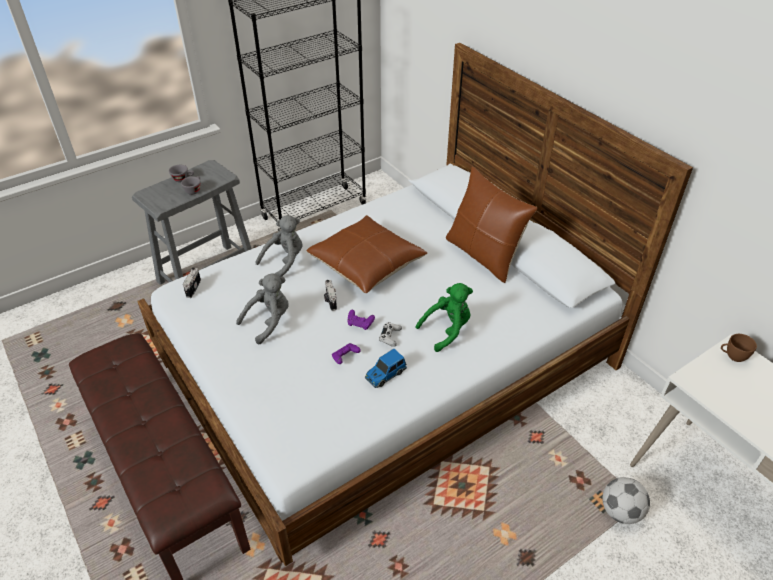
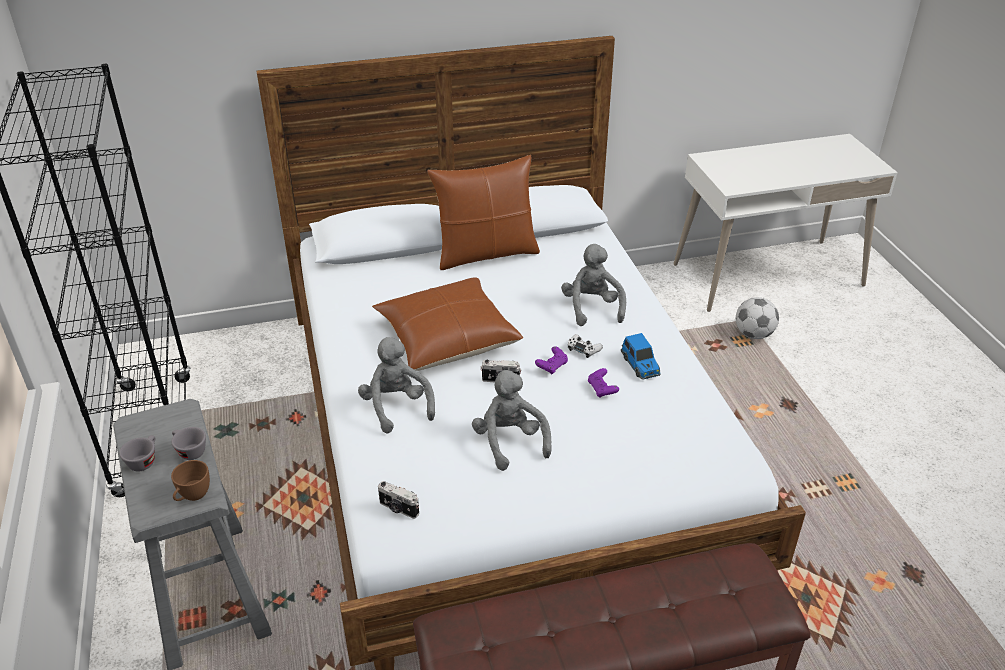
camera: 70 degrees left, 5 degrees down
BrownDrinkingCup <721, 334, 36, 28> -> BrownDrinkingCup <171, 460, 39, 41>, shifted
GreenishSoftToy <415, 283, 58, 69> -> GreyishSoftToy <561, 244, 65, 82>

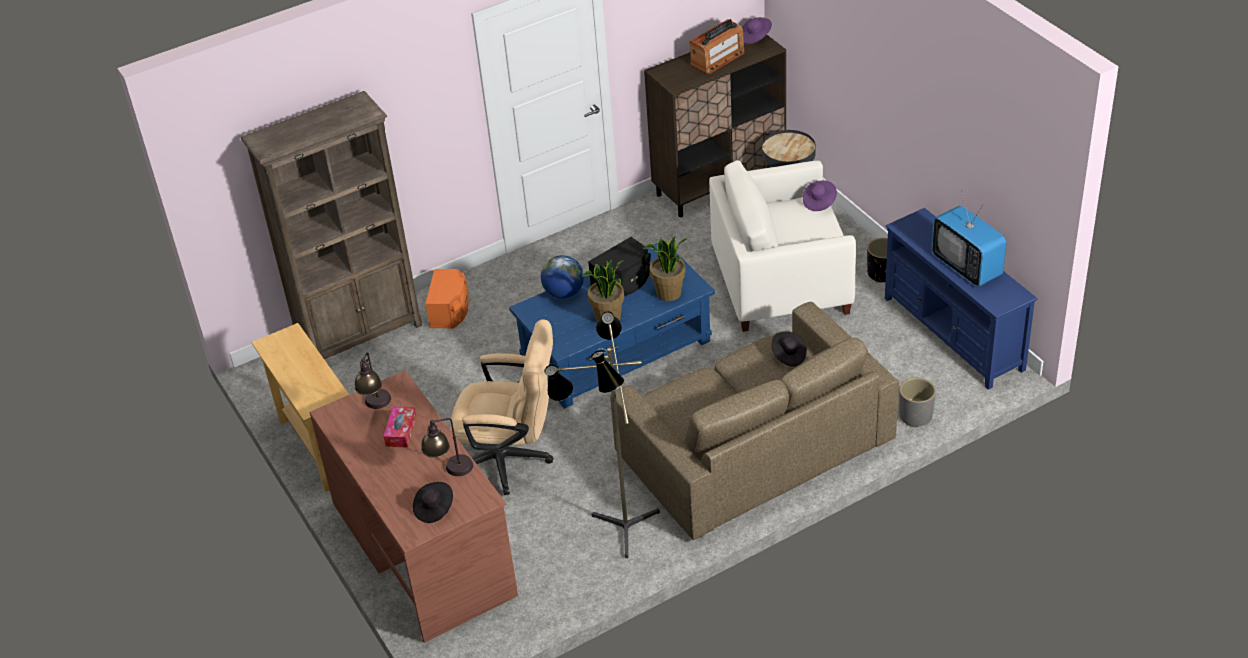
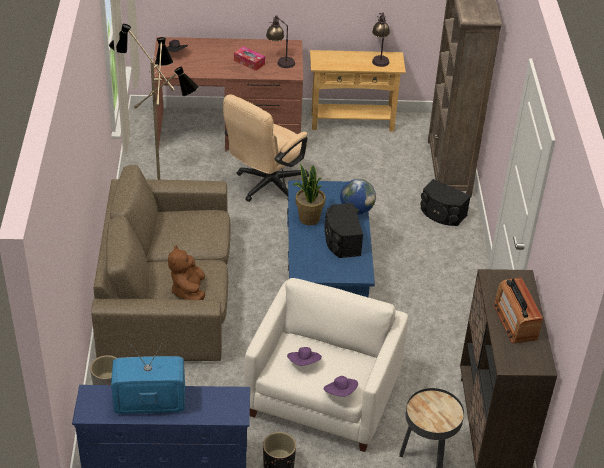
camera: 115 degrees right, 0 degrees up
PottedPlant <643, 236, 45, 65> -> none
TableLamp <421, 418, 52, 58> -> TableLamp <372, 12, 18, 55>, shifted
PurpleColouredClothingHat <742, 17, 30, 27> -> PurpleColouredClothingHat <287, 347, 35, 19>, shifted
BlackClothingHat <772, 332, 35, 35> -> BrownSoftToy <168, 245, 37, 55>
OrangeSpeaker <425, 269, 44, 60> -> BlackSpeaker <420, 179, 51, 47>

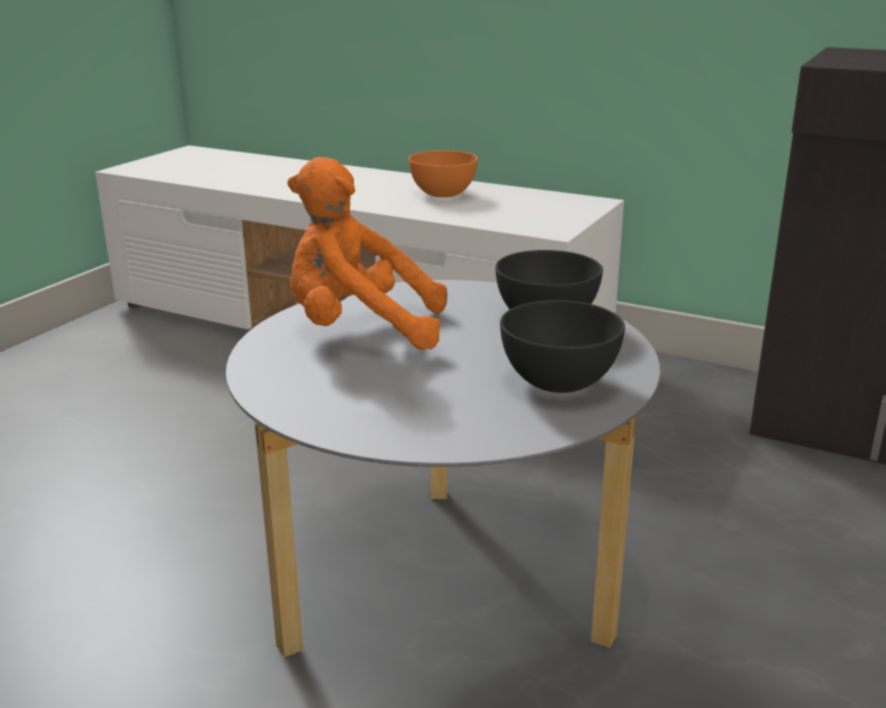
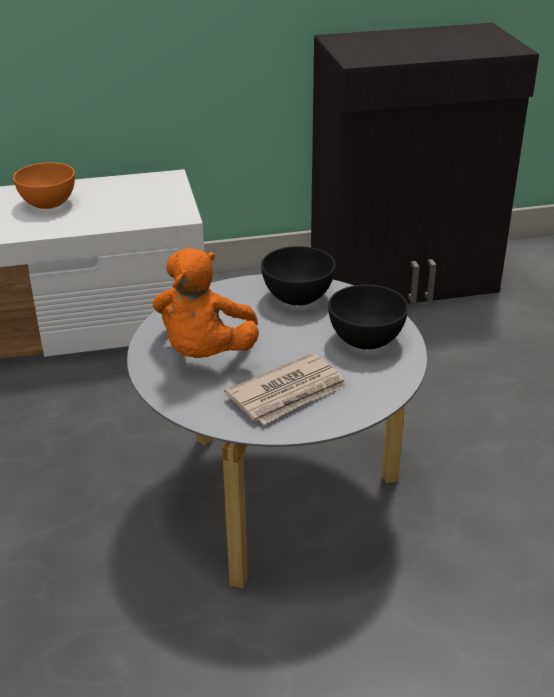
camera: 40 degrees left, 10 degrees up
none -> PrintedPaper <224, 353, 125, 71>
OrangeSoftToy <287, 157, 160, 193> -> OrangeSoftToy <153, 248, 106, 110>, 45 degrees counterclockwise

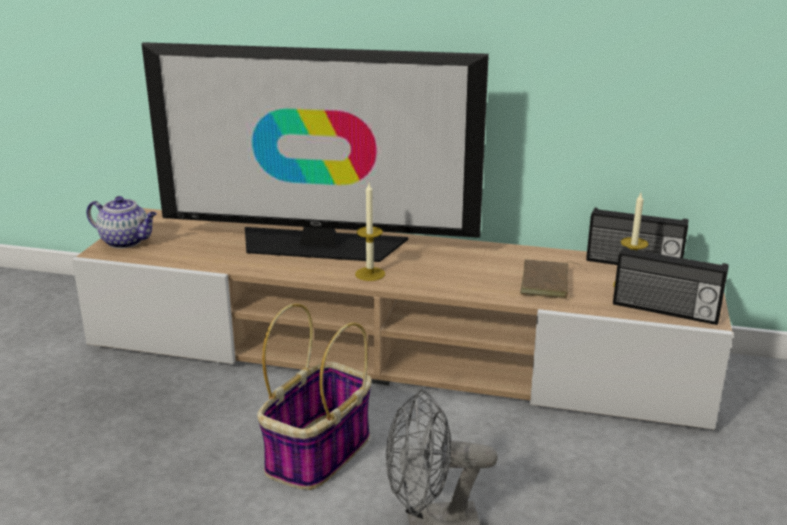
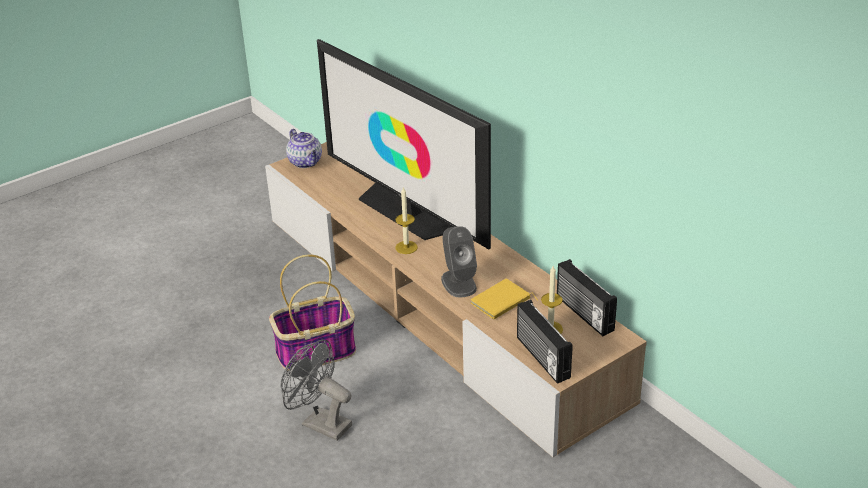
camera: 40 degrees right, 10 degrees up
none -> GreyishSpeaker <441, 226, 36, 72>
BrownBoundBook <520, 259, 62, 40> -> YellowishBoundBook <471, 279, 67, 41>

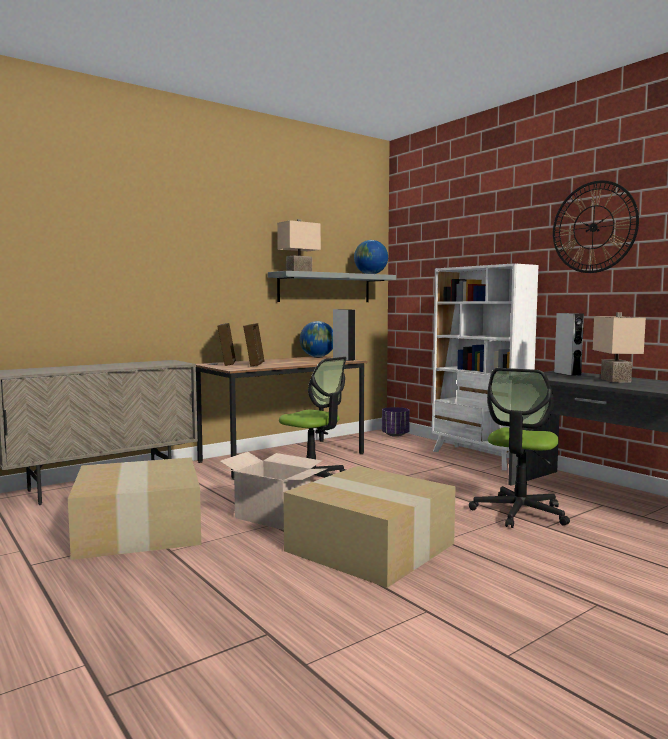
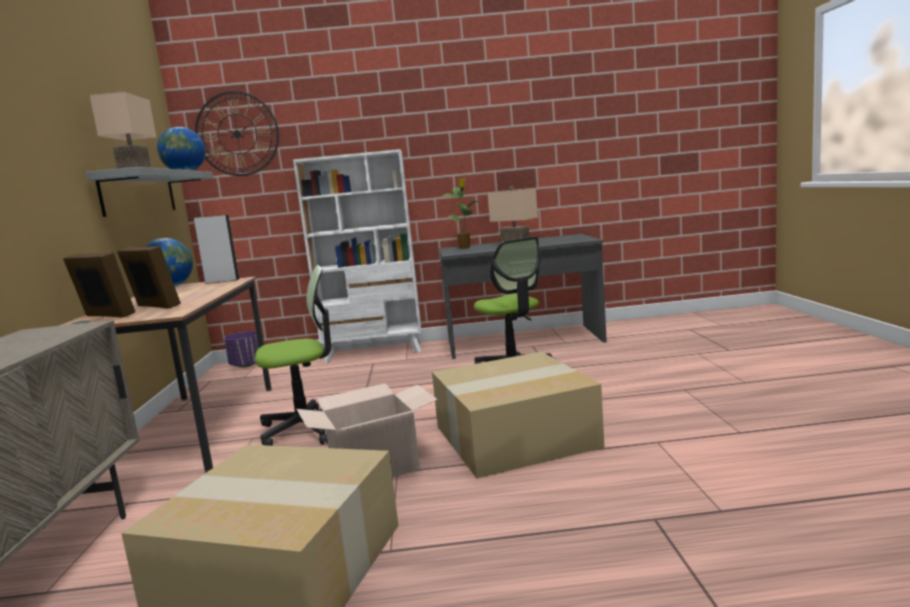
camera: 55 degrees left, 5 degrees up
HangingClock <553, 181, 86, 92> -> HangingClock <195, 91, 84, 85>, shifted
GreyishSpeaker <554, 313, 30, 63> -> PottedPlant <441, 179, 38, 70>

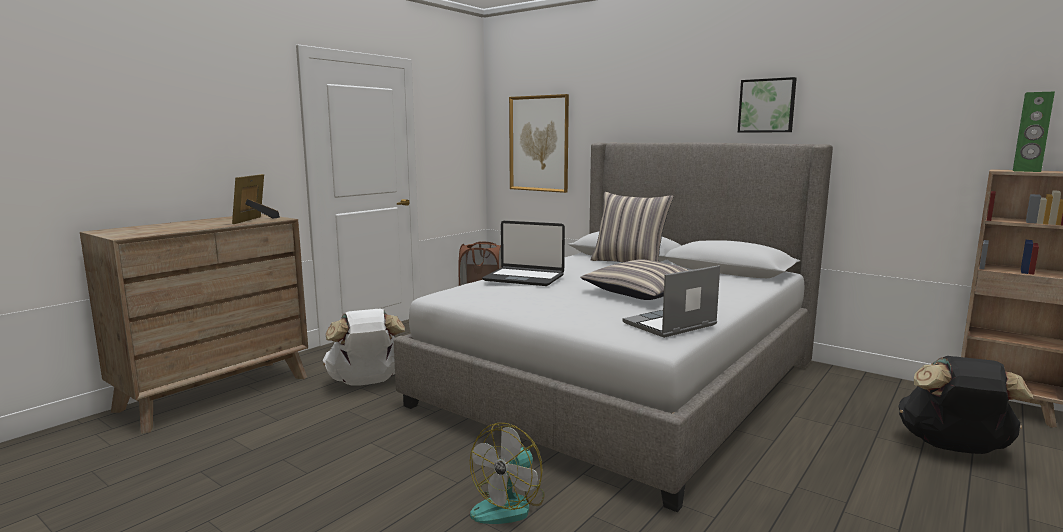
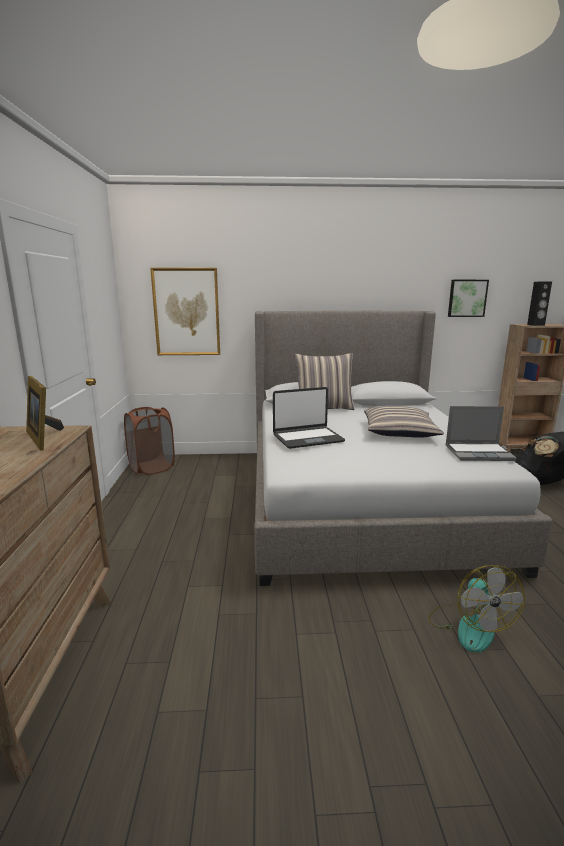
camera: 40 degrees left, 5 degrees up
WhiteColouredKnapsack <323, 309, 82, 77> -> none
WallArt <738, 77, 59, 56> -> WallArt <448, 280, 41, 37>, shifted
GreenishSpeaker <1013, 91, 42, 81> -> BlackSpeaker <527, 282, 25, 44>
Laptop <622, 265, 98, 73> -> Laptop <445, 406, 72, 55>, 105 degrees counterclockwise

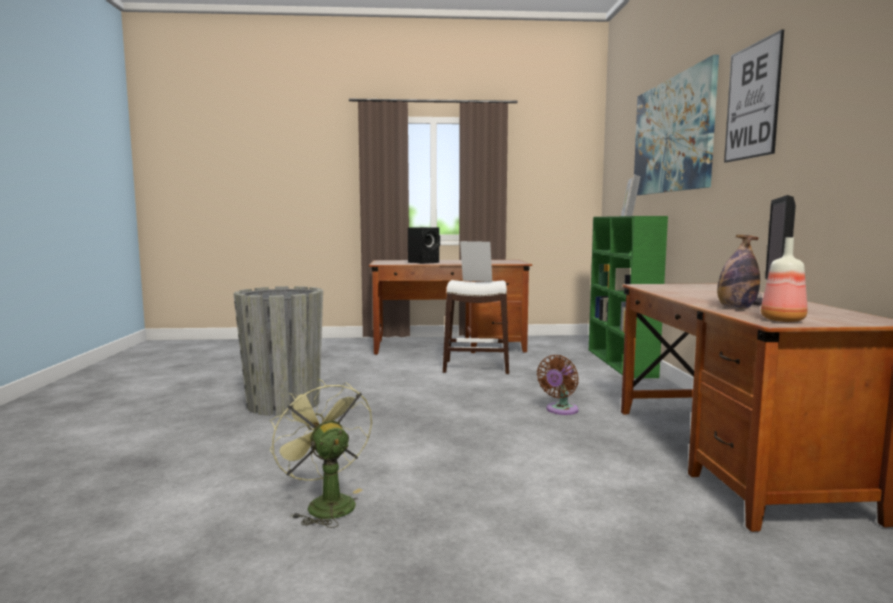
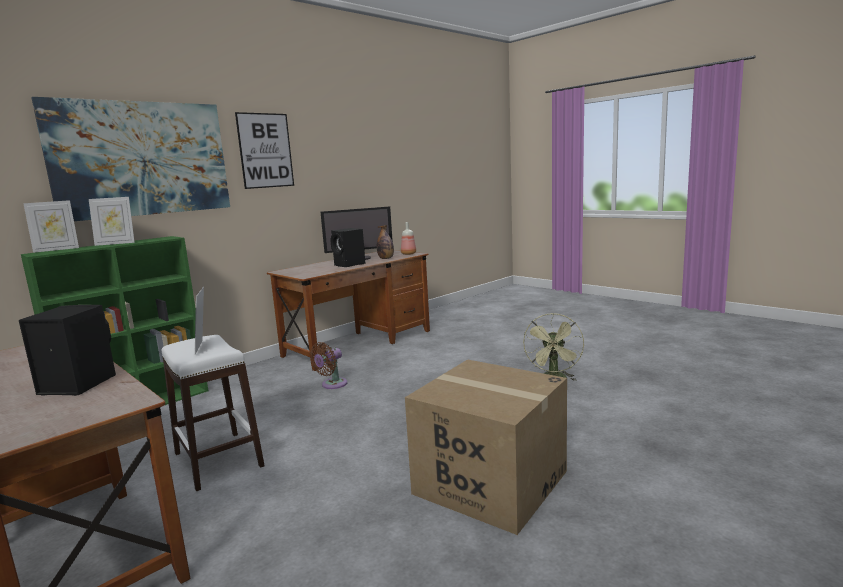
camera: 130 degrees left, 5 degrees up
none -> BlackSpeaker <330, 228, 36, 39>
GreyishPlantPot <233, 286, 90, 130> -> Carton <405, 359, 162, 176>
BrownElectricFan <537, 355, 42, 60> -> BrownElectricFan <310, 342, 37, 47>, 135 degrees clockwise

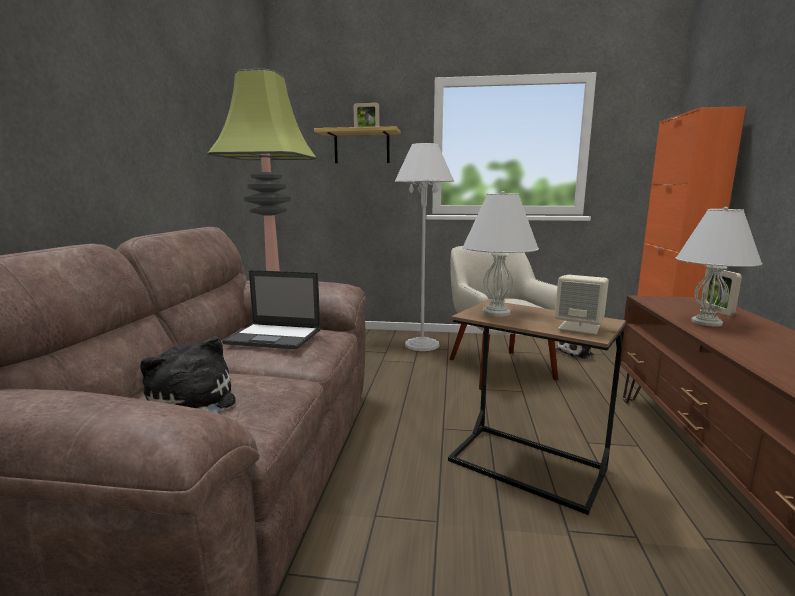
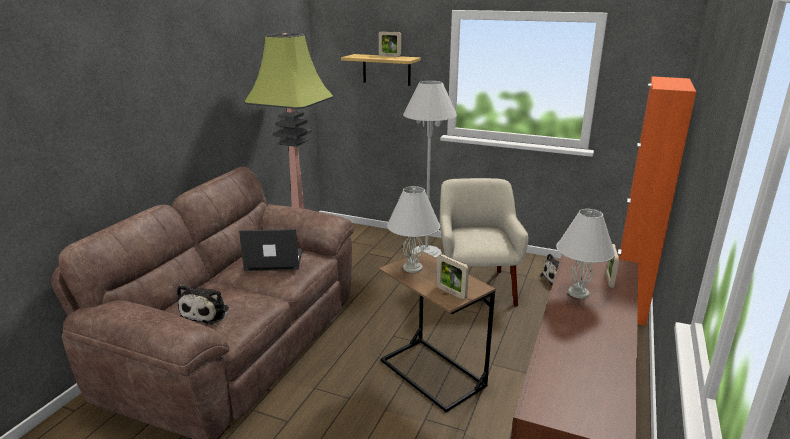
camera: 15 degrees right, 10 degrees up
BeigeColouredSpeaker <554, 275, 55, 60> -> PhotoFrame <436, 254, 33, 45>
SoftToy <140, 337, 96, 76> -> SoftToy <177, 285, 52, 40>, 150 degrees counterclockwise
Laptop <222, 270, 99, 80> -> Laptop <239, 229, 64, 42>, 150 degrees clockwise

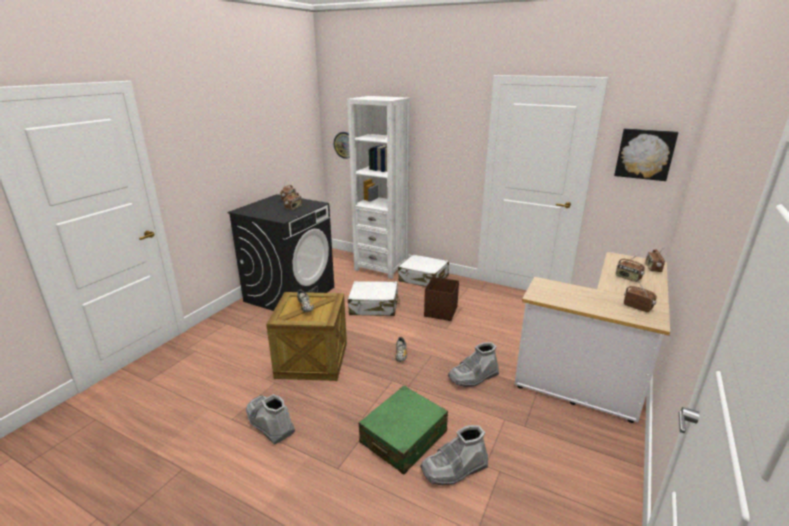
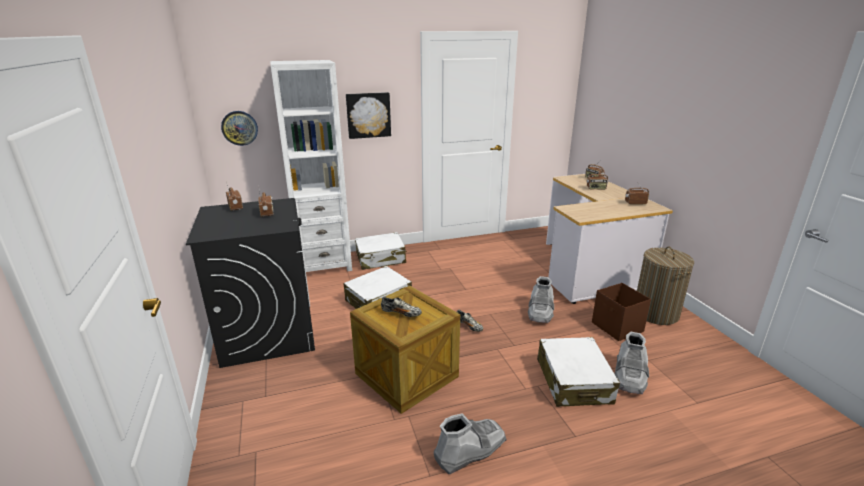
camera: 45 degrees left, 0 degrees up
none -> WashingBasket <637, 247, 57, 78>
BrownStorageContainer <424, 277, 35, 44> -> BrownStorageContainer <592, 283, 59, 58>, shifted
WallArt <614, 128, 64, 53> -> WallArt <346, 92, 45, 47>, shifted
GreenishPieceOfLuggage <359, 386, 89, 88> -> WhiteColouredPieceOfLuggage <537, 337, 83, 70>
GreyishHighTopBoot <246, 394, 49, 51> -> GreyishHighTopBoot <434, 413, 73, 62>, 150 degrees clockwise

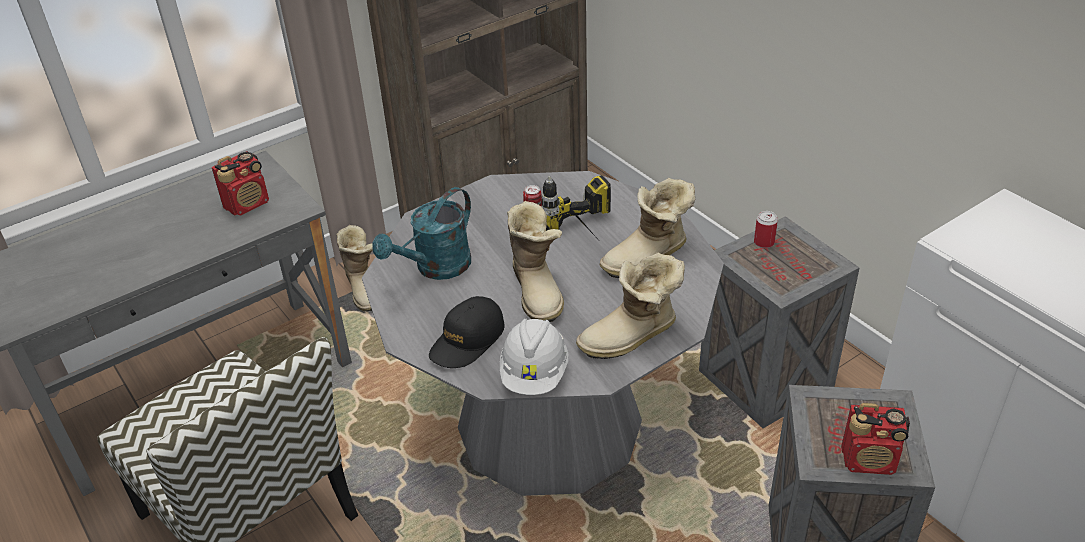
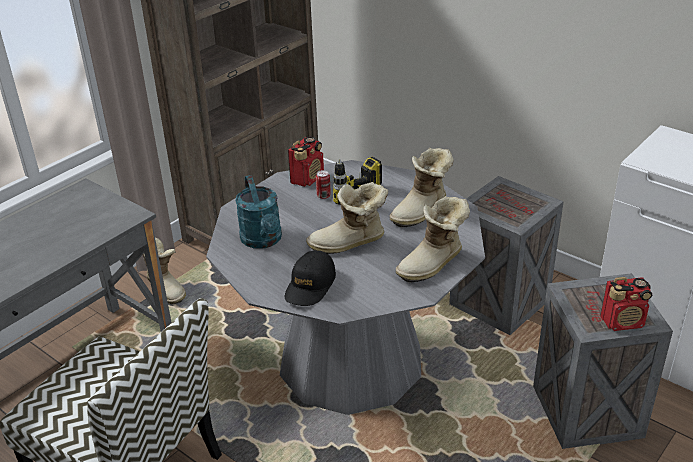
camera: 15 degrees left, 5 degrees down
WhiteColouredSafetyHelmet <500, 318, 68, 77> -> none
Can <754, 211, 24, 37> -> none
RadioSet <212, 151, 57, 65> -> RadioSet <288, 136, 36, 51>, shifted
TurquoiseWateringPot <372, 187, 99, 93> -> TurquoiseWateringPot <235, 175, 47, 74>, 45 degrees counterclockwise
HighTopBoot <507, 201, 57, 121> -> HighTopBoot <306, 182, 82, 72>, 105 degrees clockwise

